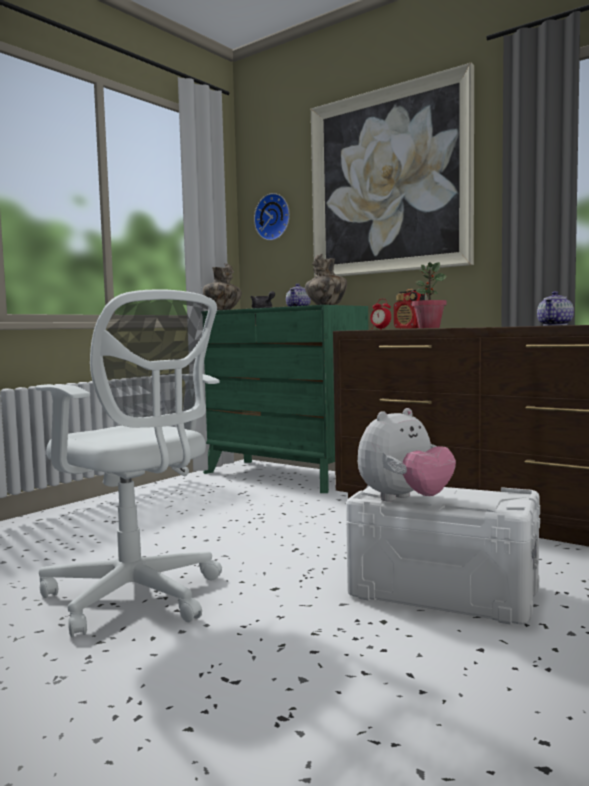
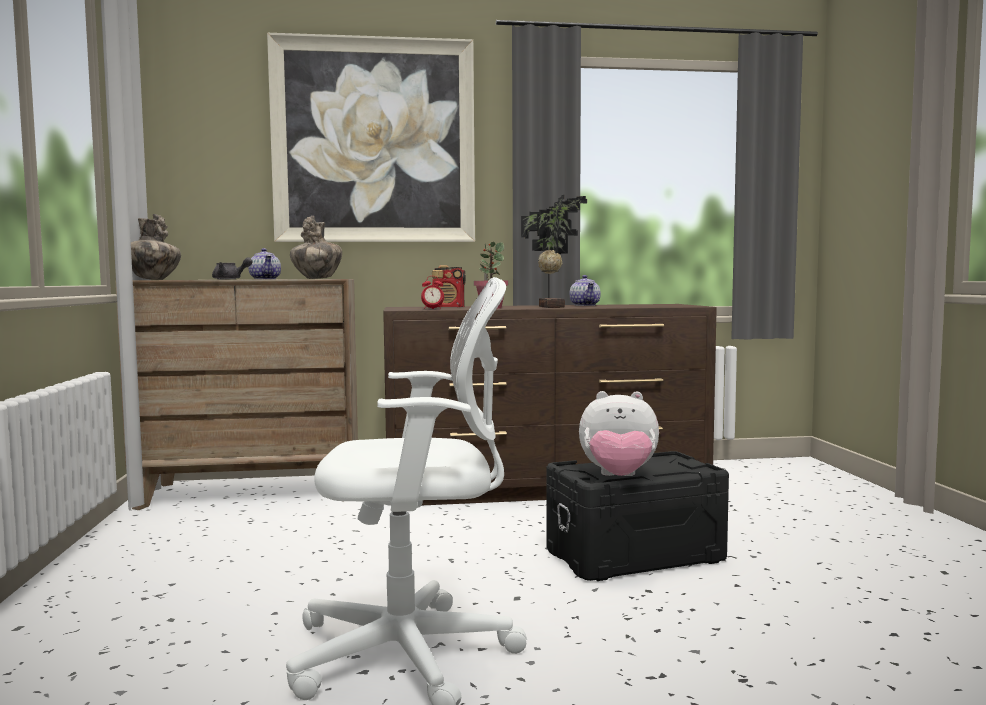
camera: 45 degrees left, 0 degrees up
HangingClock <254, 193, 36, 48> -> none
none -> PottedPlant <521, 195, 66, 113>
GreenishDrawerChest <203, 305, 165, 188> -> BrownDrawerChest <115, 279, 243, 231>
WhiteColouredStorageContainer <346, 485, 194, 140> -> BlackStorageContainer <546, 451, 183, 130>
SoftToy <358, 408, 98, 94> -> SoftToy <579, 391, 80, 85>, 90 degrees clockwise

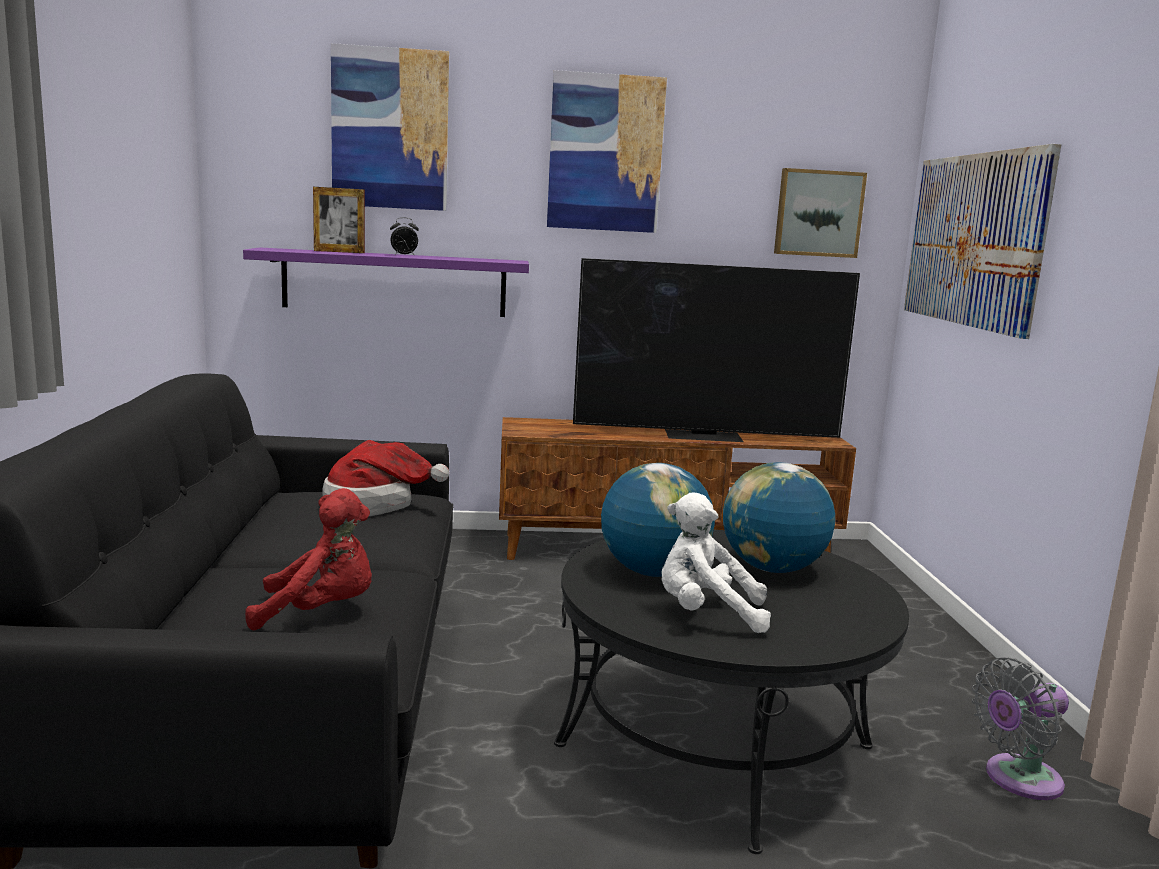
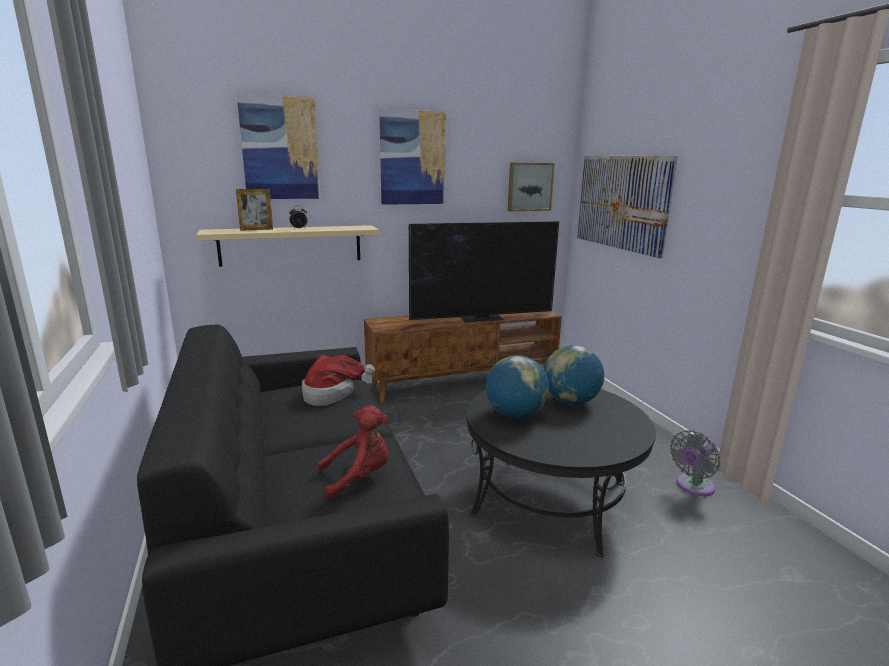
camera: 15 degrees left, 5 degrees up
WhiteColouredSoftToy <661, 492, 110, 141> -> none
PurpleColouredShelf <243, 247, 286, 70> -> BeigeColouredShelf <196, 225, 183, 42>

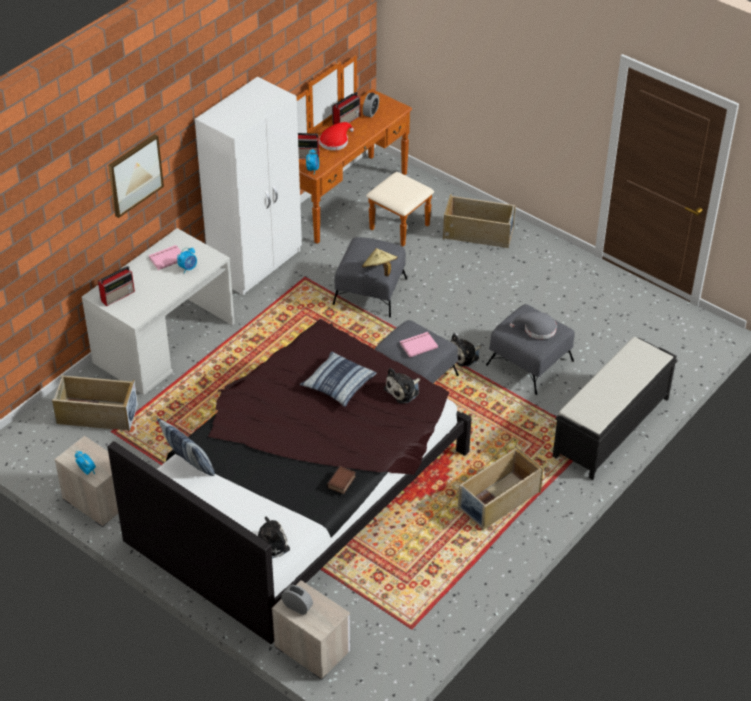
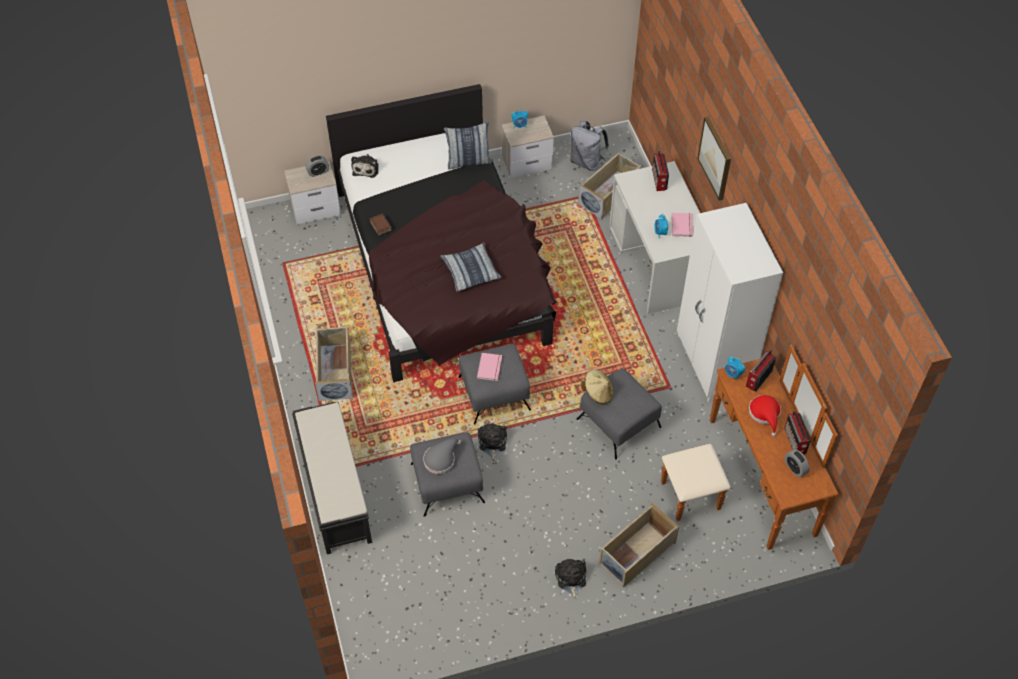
camera: 125 degrees right, 10 degrees up
none -> GreyishKnapsack <570, 121, 39, 50>
SoftToy <384, 368, 36, 35> -> SoftToy <555, 559, 31, 40>, shifted

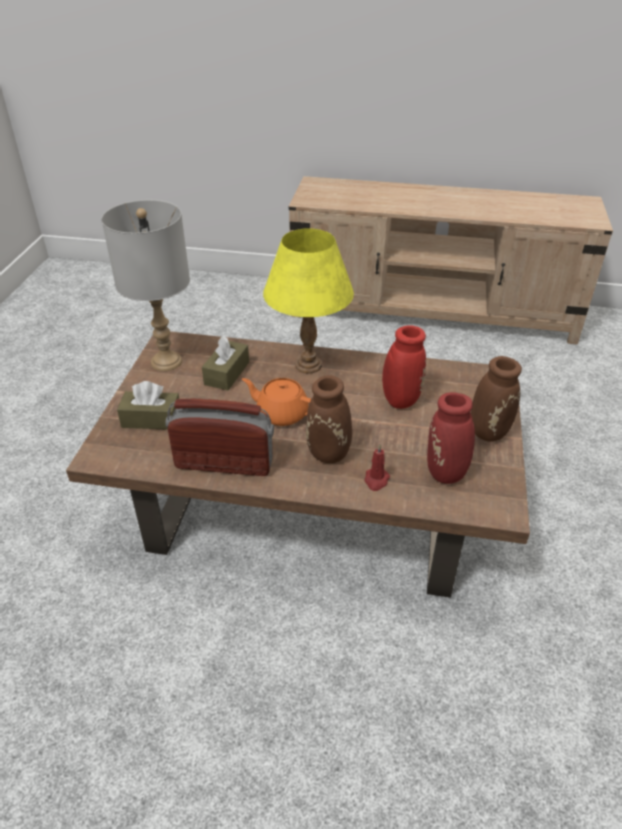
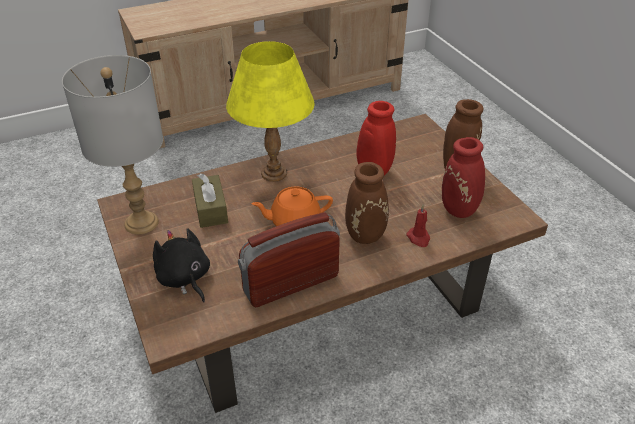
camera: 35 degrees left, 0 degrees up
BrownTissueHolder <117, 381, 62, 49> -> BlackSoftToy <153, 228, 57, 74>

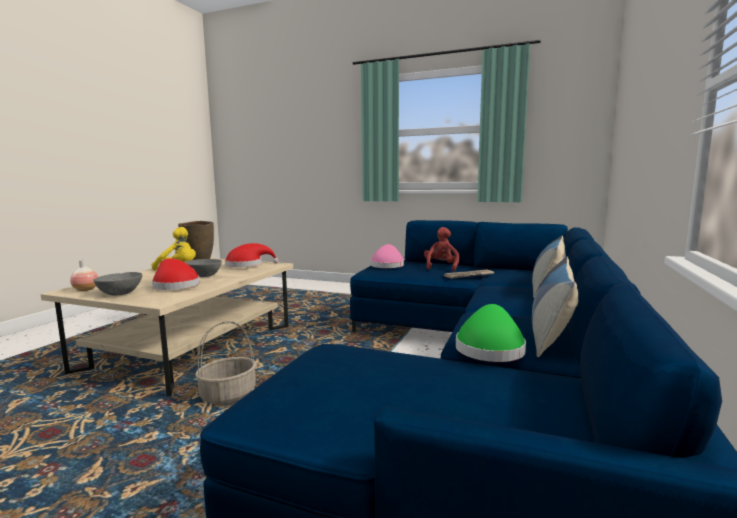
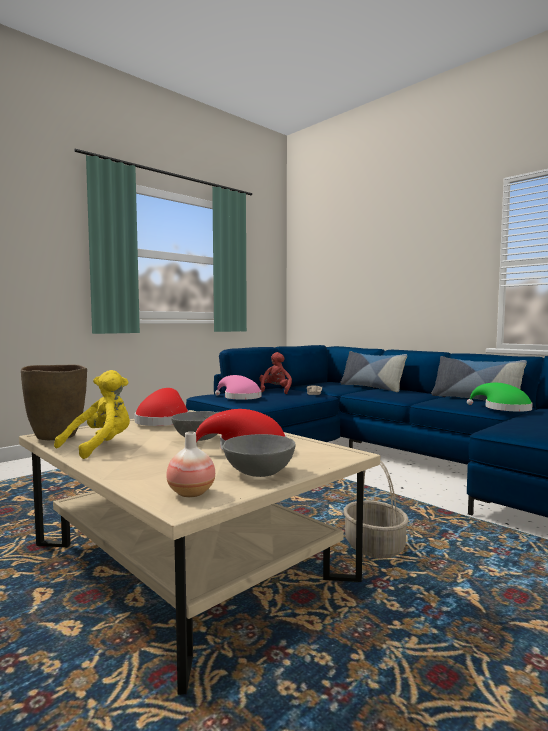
camera: 65 degrees left, 5 degrees down
RedSoftToy <424, 227, 35, 45> -> RedSoftToy <259, 352, 33, 42>, 60 degrees clockwise

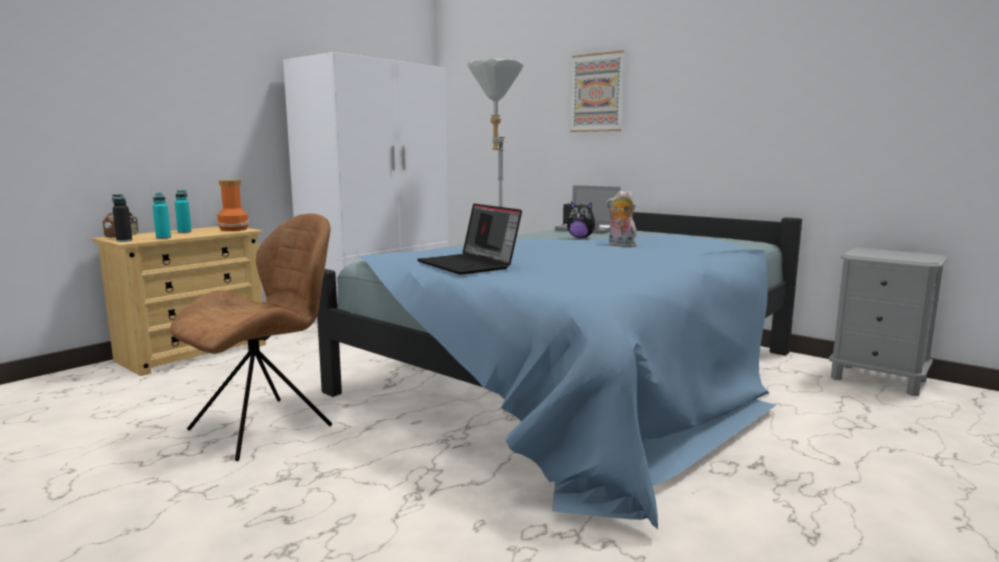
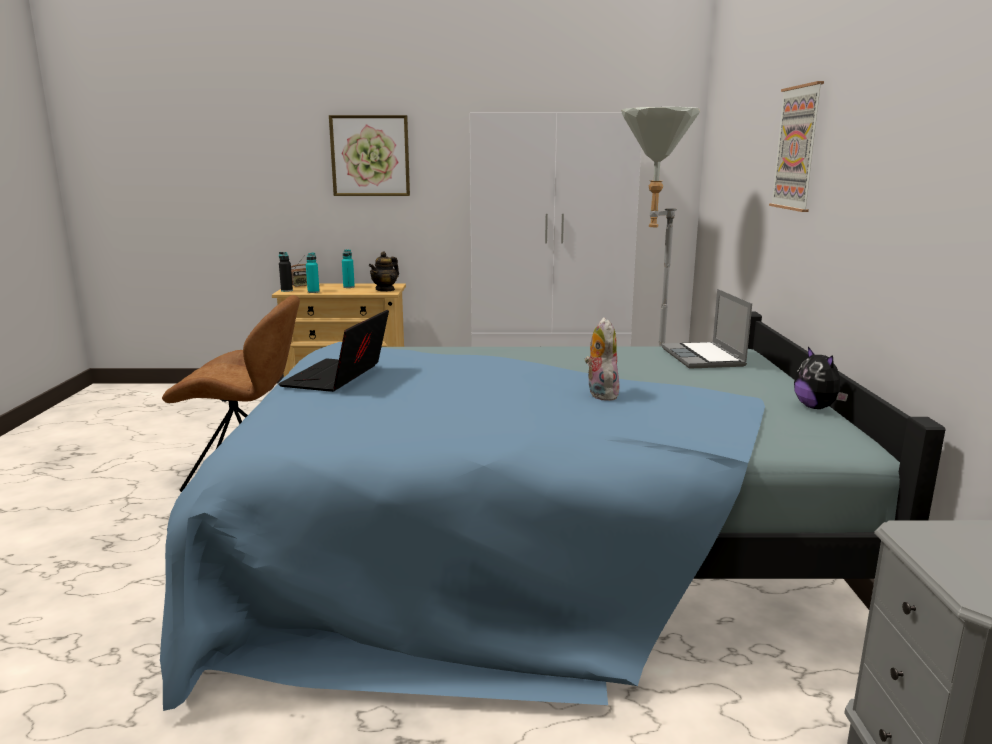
camera: 50 degrees right, 5 degrees up
none -> WallArt <329, 115, 81, 81>
SoftToy <567, 202, 32, 36> -> SoftToy <794, 347, 54, 62>, shifted
FlowerVase <217, 180, 32, 51> -> Teapot <369, 251, 30, 41>

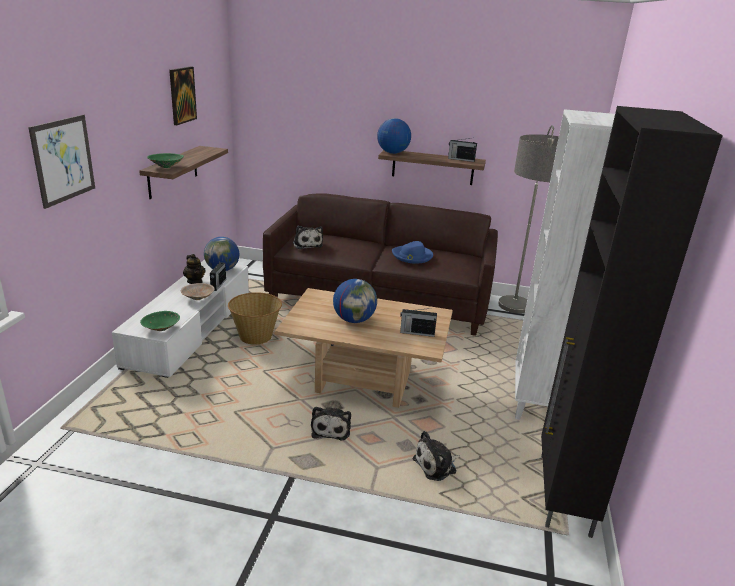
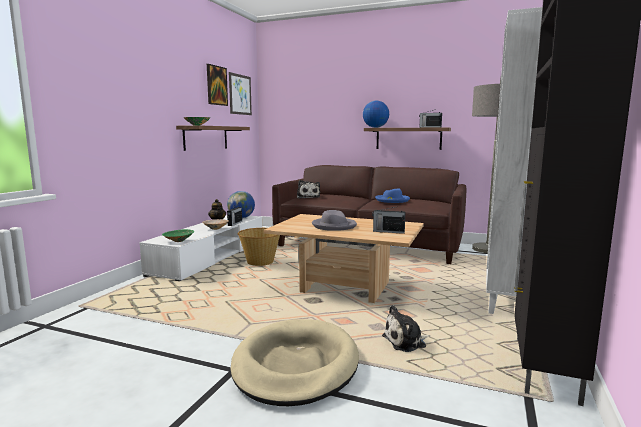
camera: 10 degrees right, 15 degrees down
SoftToy <311, 407, 40, 34> -> none
none -> BeigeColouredDogCushion <231, 319, 128, 87>
WallArt <28, 115, 67, 94> -> WallArt <229, 72, 23, 43>, shifted
WorldGlobe <333, 279, 44, 44> -> GreyishClothingHat <312, 210, 45, 21>

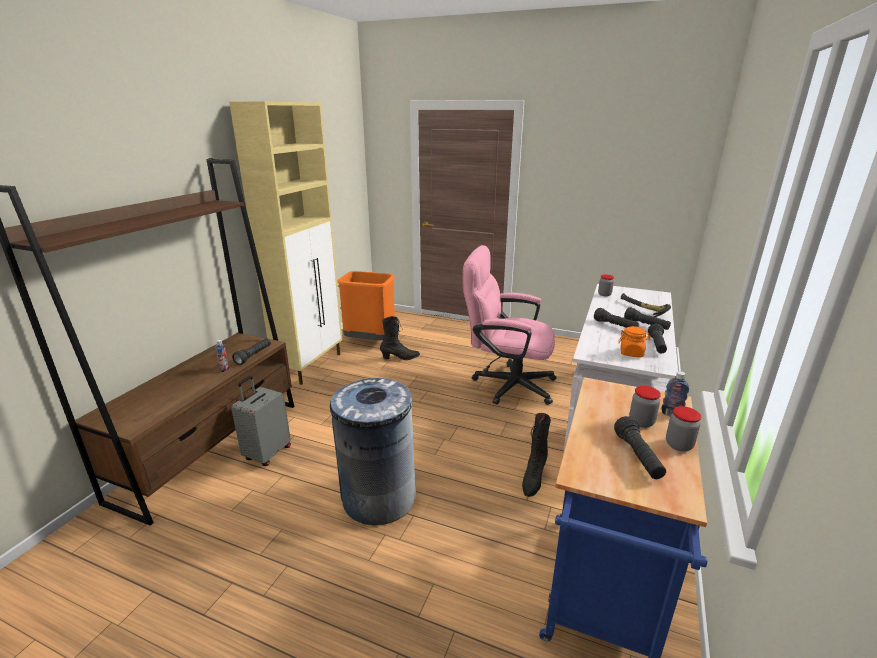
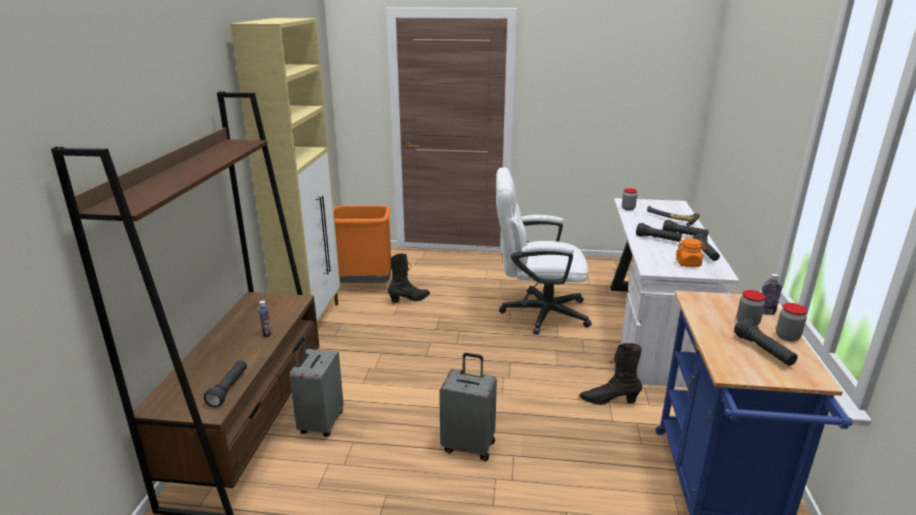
camera: 15 degrees left, 0 degrees up
BlackHandTorch <232, 338, 39, 27> -> BlackHandTorch <204, 360, 43, 47>, shifted
GreyishRubbishBin <330, 378, 86, 147> -> GreyishPieceOfLuggage <439, 353, 58, 108>
PinkColouredDeskChair <463, 245, 93, 160> -> WhiteColouredDeskChair <496, 167, 96, 168>
BlackHighTopBoot <522, 413, 29, 84> -> BlackHighTopBoot <579, 343, 63, 62>, 90 degrees clockwise

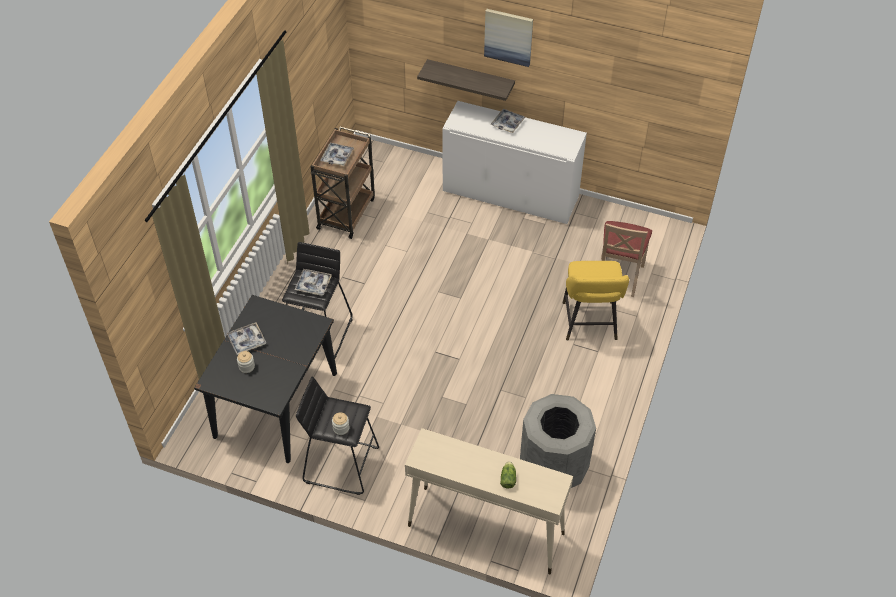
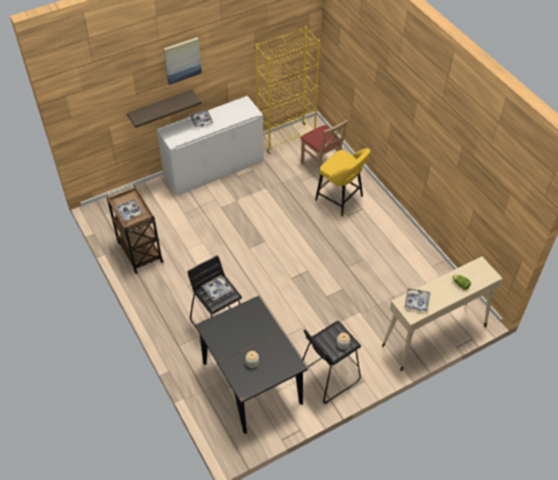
camera: 50 degrees left, 0 degrees up
GreyishRubbishBin <520, 394, 76, 94> -> none
none -> YellowishBookcase <255, 26, 65, 128>
CarryingTray <227, 322, 39, 33> -> CarryingTray <404, 288, 27, 24>, shifted

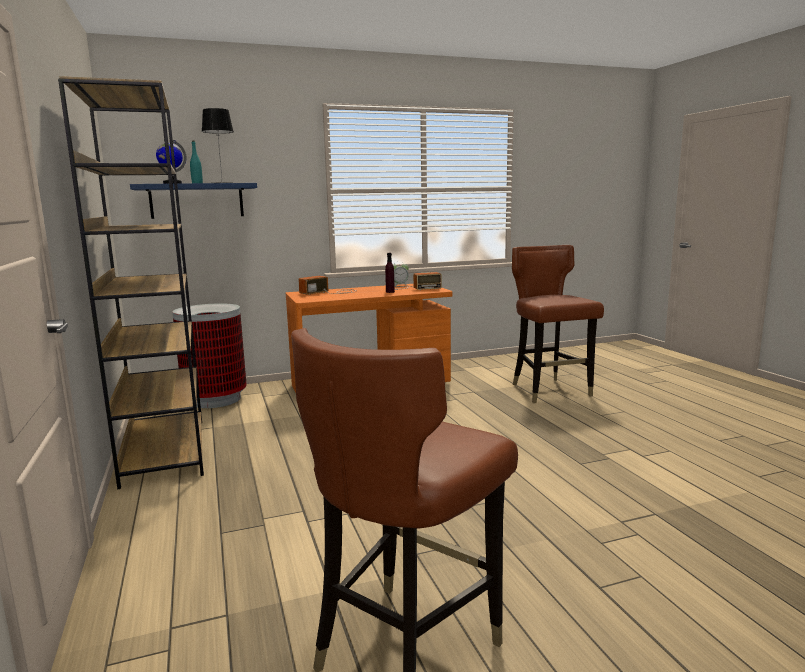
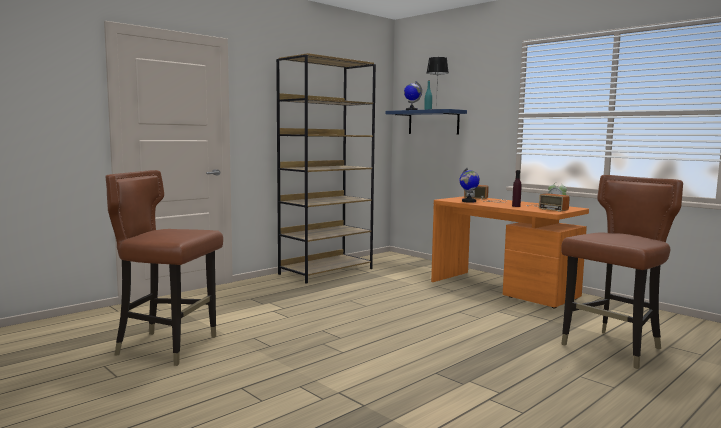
camera: 65 degrees right, 5 degrees down
RubbishBin <172, 303, 75, 105> -> none
none -> WorldGlobe <459, 168, 21, 35>

